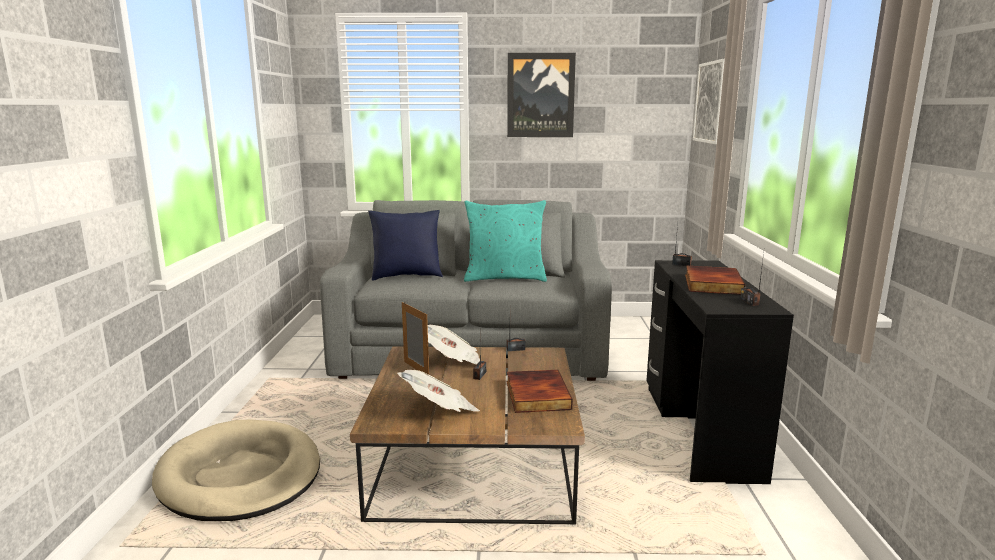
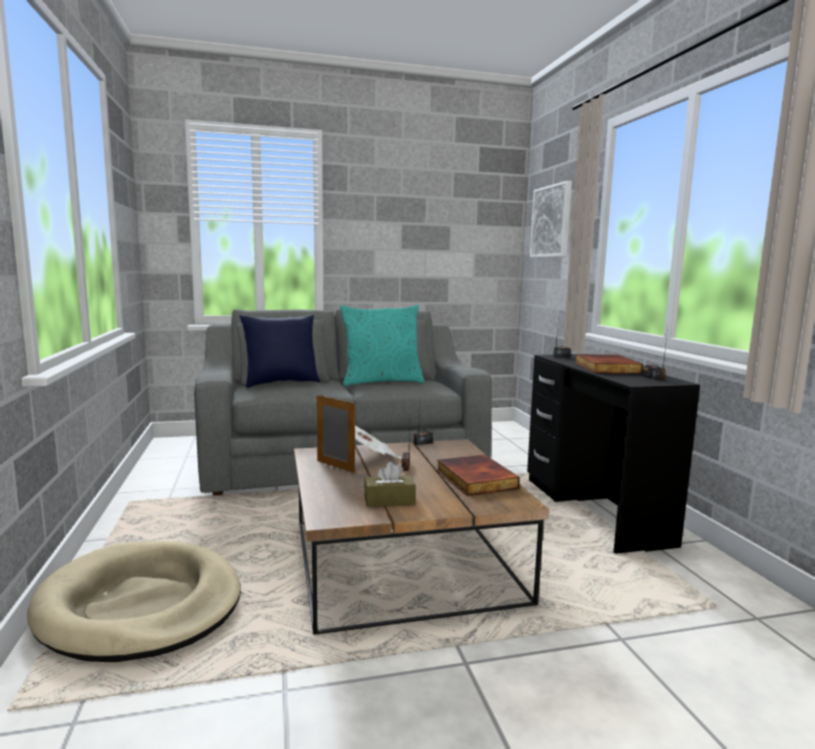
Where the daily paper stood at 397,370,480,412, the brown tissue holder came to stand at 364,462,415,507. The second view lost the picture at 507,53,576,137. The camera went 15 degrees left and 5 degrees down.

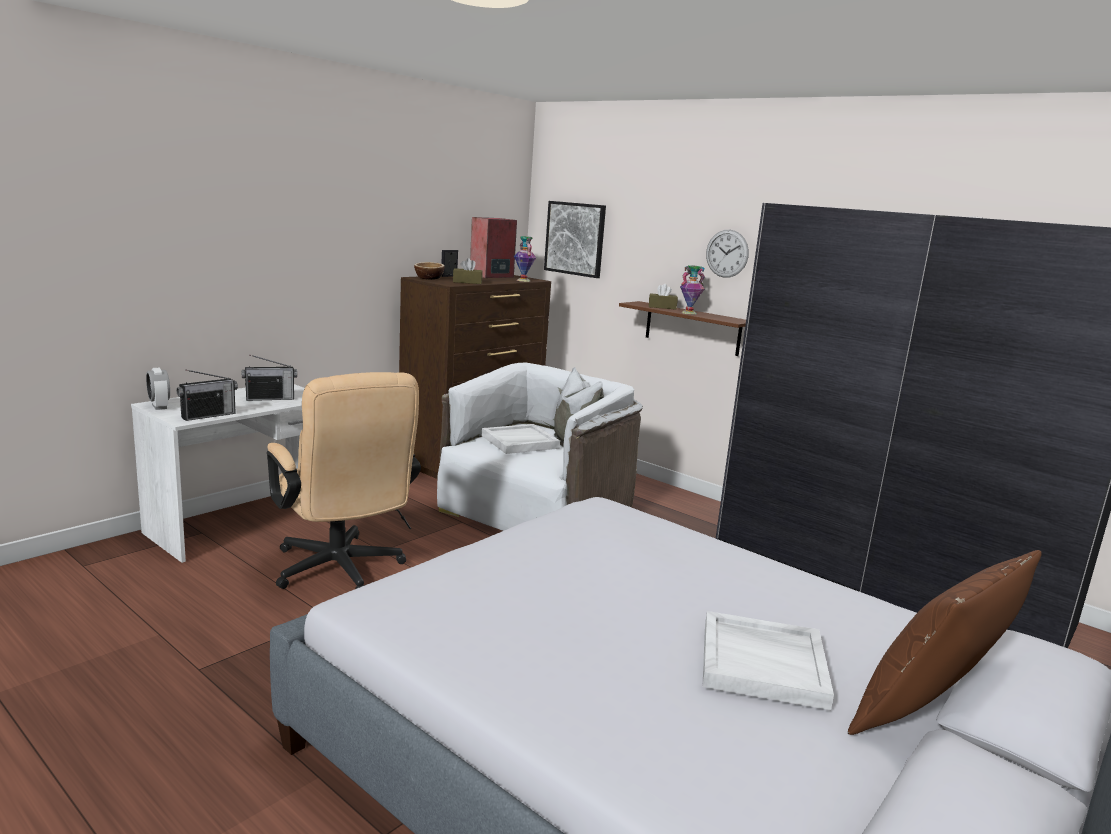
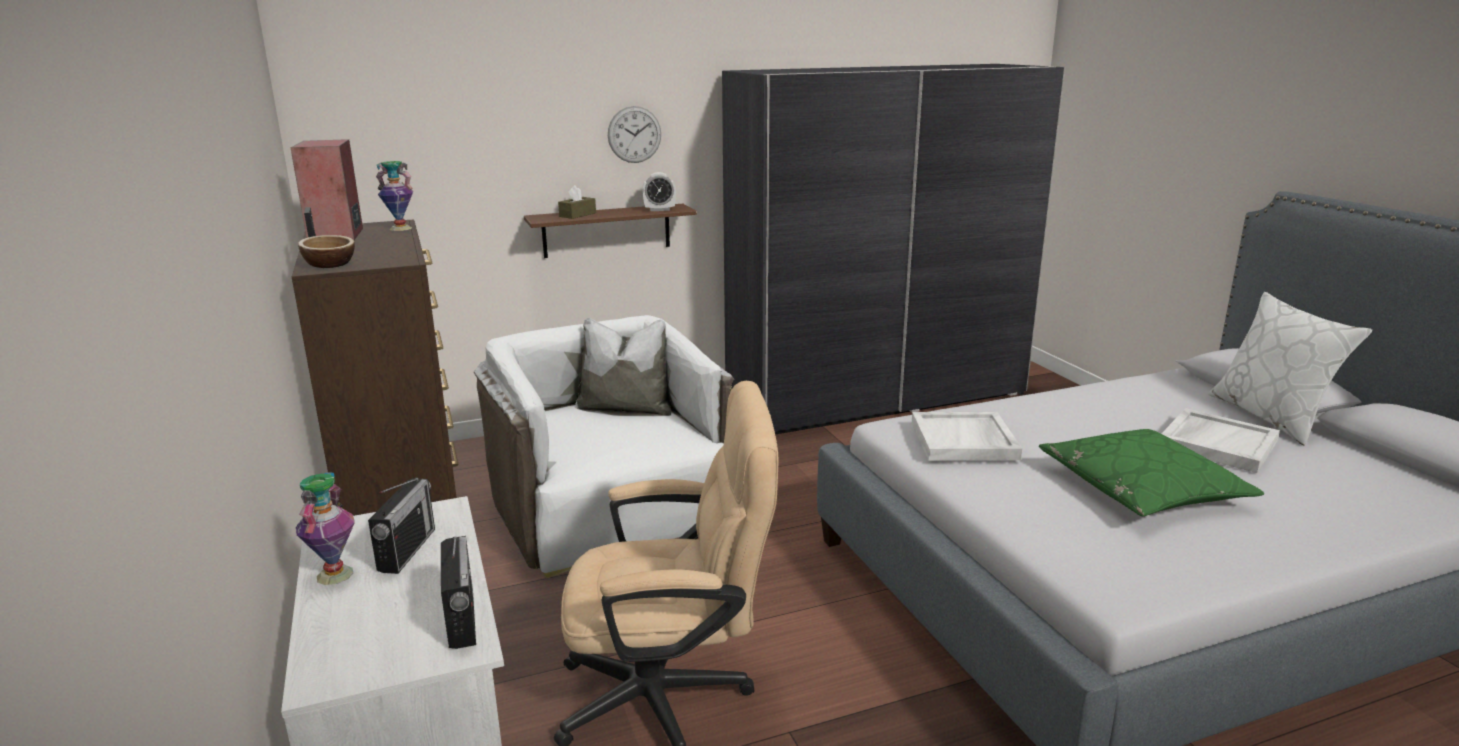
The table clock ended up elsewhere, having gone from 146,368,170,410 to 642,172,676,211. The second view lost the brown tissue holder at 453,258,483,284. The white-coloured serving tray ended up elsewhere, having gone from 482,424,560,454 to 912,412,1022,461. The second view lost the picture at 544,201,606,278. The vase ended up elsewhere, having gone from 680,265,705,315 to 296,472,355,585. What was the brown throw pillow at 848,550,1042,735 turned into the white-coloured throw pillow at 1208,292,1372,445. The second view gained the green-coloured throw pillow at 1039,429,1264,516. The camera went 60 degrees left and 5 degrees up.

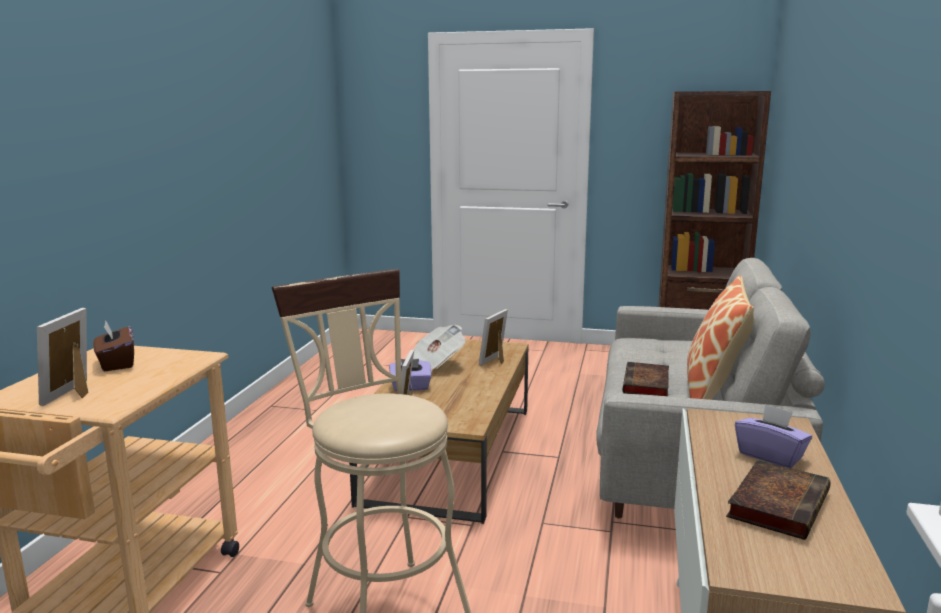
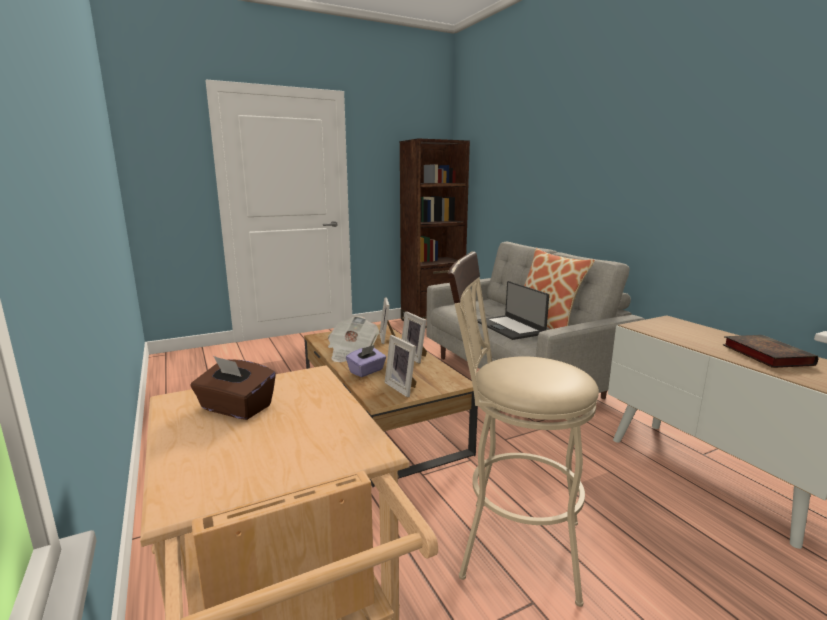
The photo frame ended up elsewhere, having gone from 37,308,89,406 to 402,311,427,363. Where the book stood at 623,362,669,396, the portable computer came to stand at 477,281,549,340. The second view lost the purple tissue holder at 735,404,812,468. The camera went 40 degrees left and 0 degrees up.

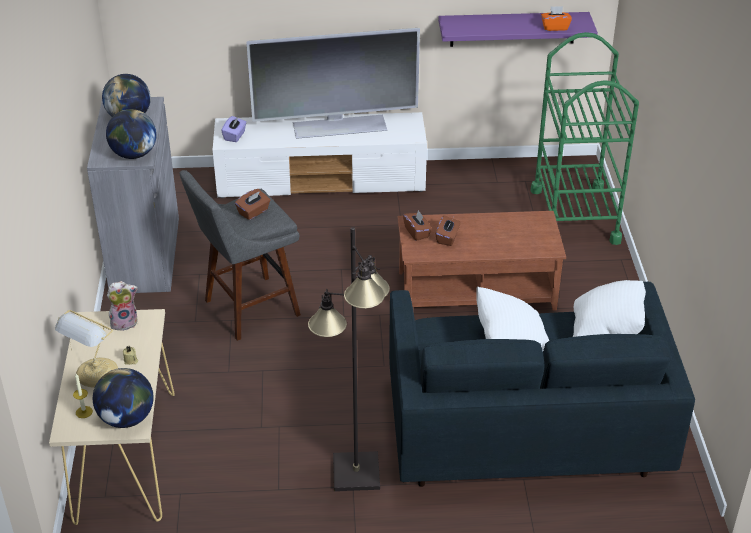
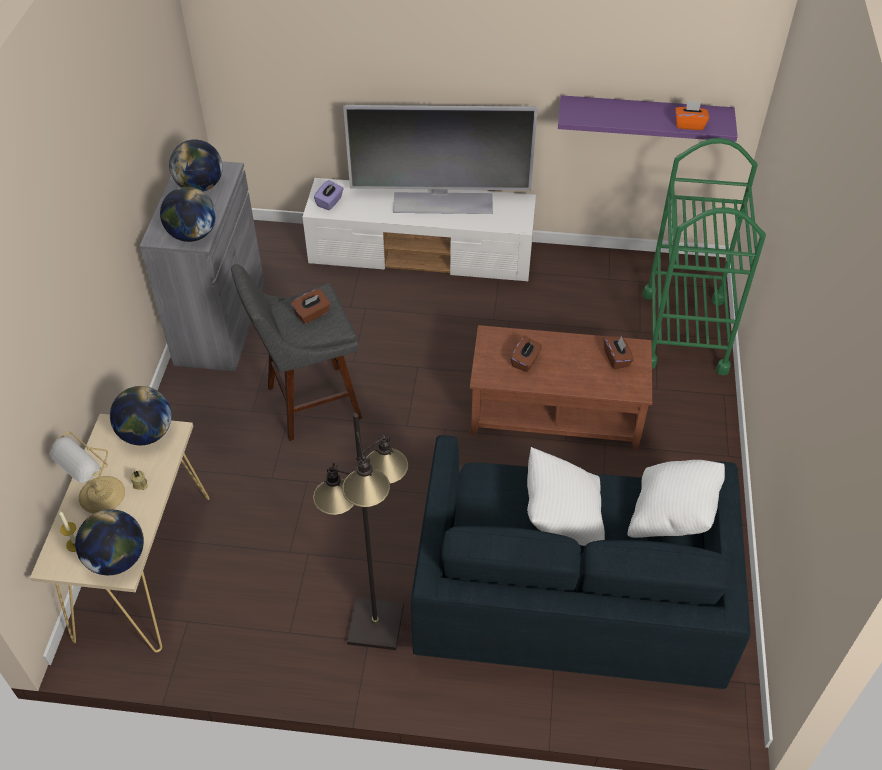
Where the cuddly toy stood at 107,281,138,331, the world globe came to stand at 110,386,172,445. The brown tissue holder ended up elsewhere, having gone from 403,210,432,241 to 604,336,634,369. The camera went 10 degrees right and 10 degrees up.

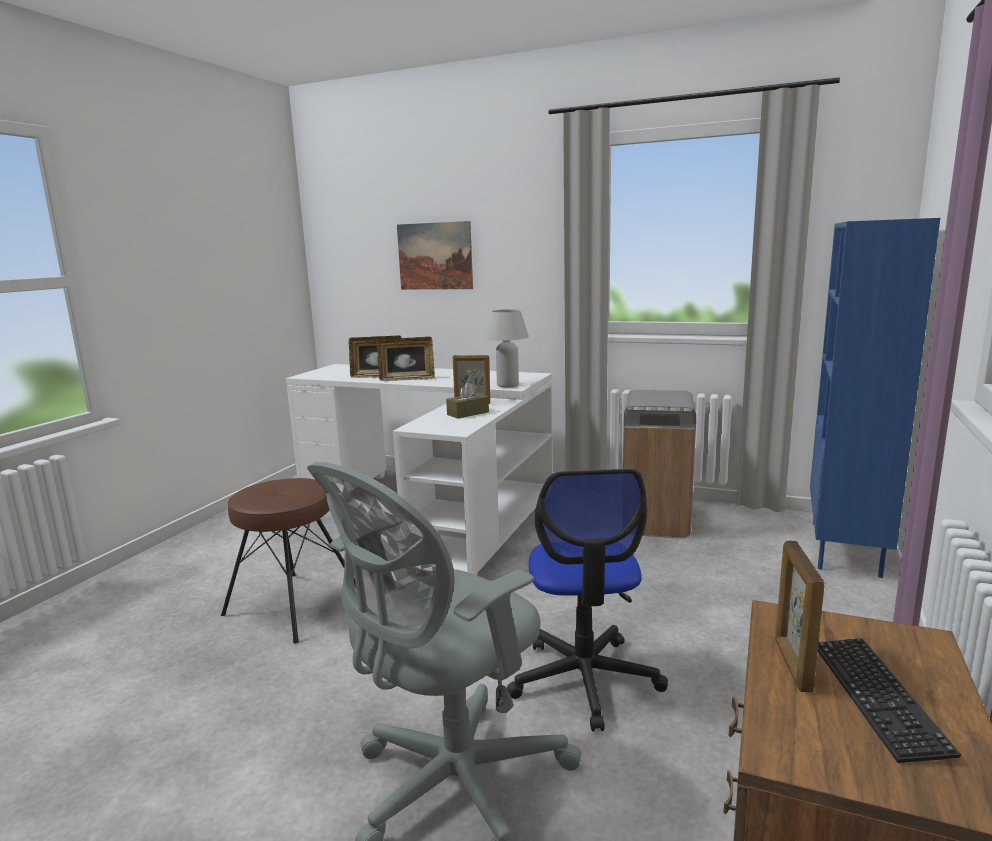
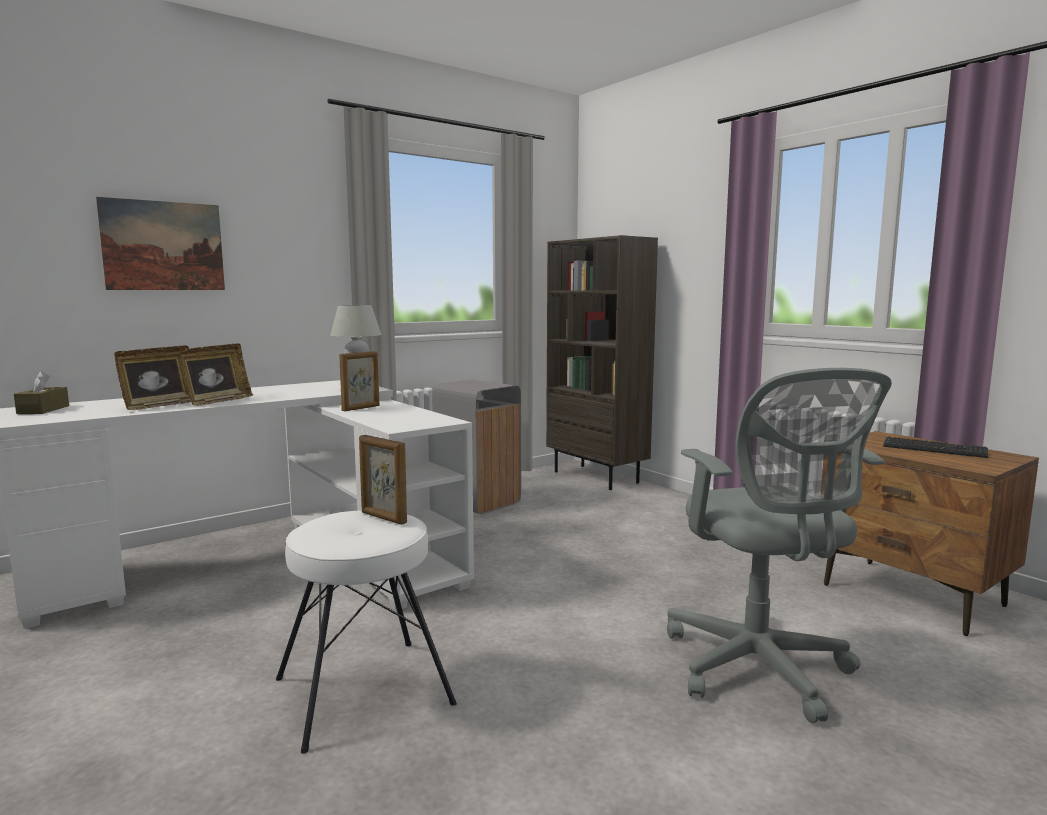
What was the brown stool seat at 221,478,356,643 turned into the white-coloured stool seat at 276,510,457,754. The brown tissue holder ended up elsewhere, having gone from 446,382,489,419 to 14,371,69,414. The second view lost the office chair at 507,469,668,731. The photo frame ended up elsewhere, having gone from 775,540,824,692 to 359,435,407,525. What was the blue-coloured shelving unit at 810,218,940,578 turned into the brown shelving unit at 546,235,658,490. The camera went 60 degrees left and 5 degrees down.

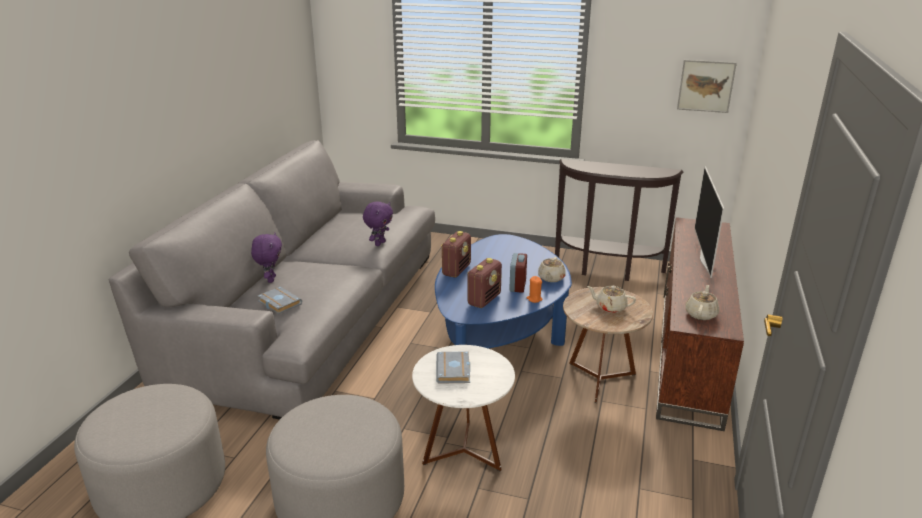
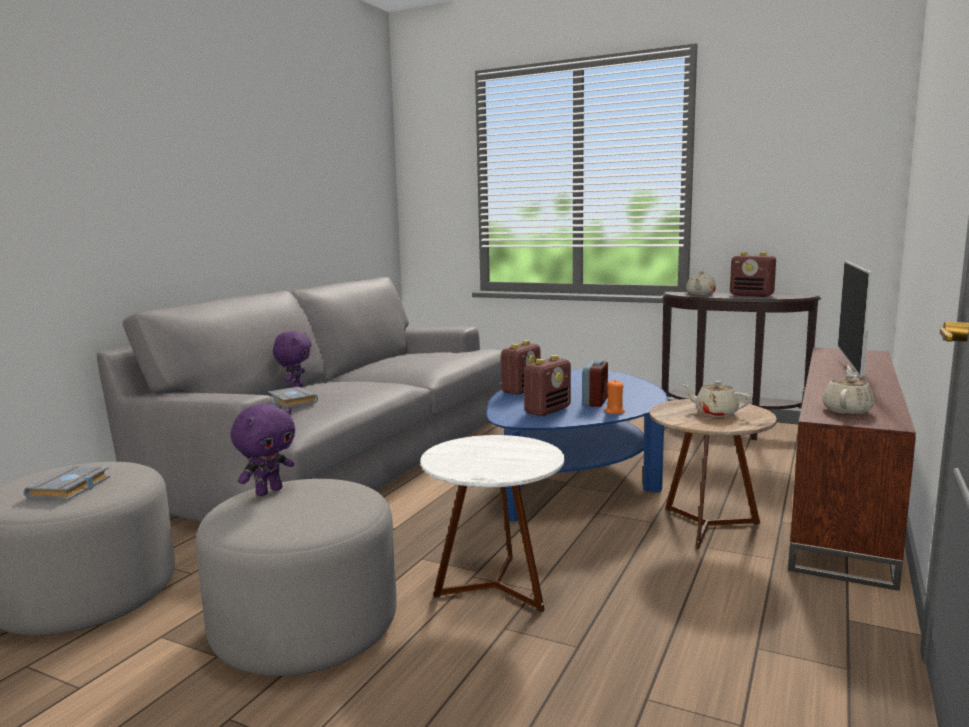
The purple cuddly toy ended up elsewhere, having gone from 363,201,393,246 to 231,404,295,496. The greyish book ended up elsewhere, having gone from 436,351,470,384 to 23,466,110,500. The beige-coloured pot for tea ended up elsewhere, having gone from 538,257,566,282 to 686,271,716,295. The second view lost the picture at 677,60,737,113. The second view gained the radio receiver at 730,252,776,297. The camera went 10 degrees right and 15 degrees down.

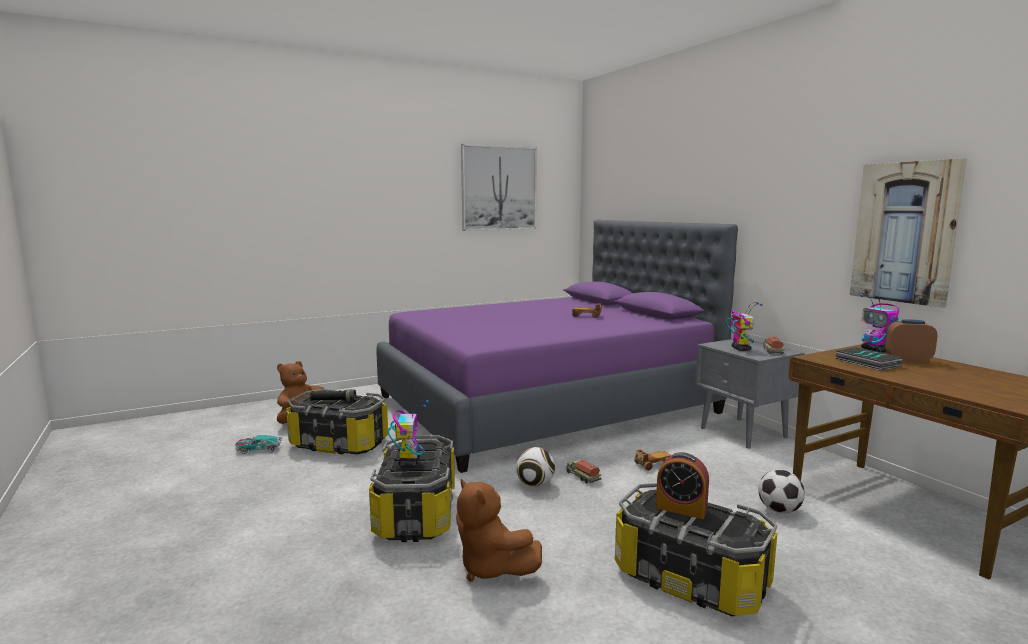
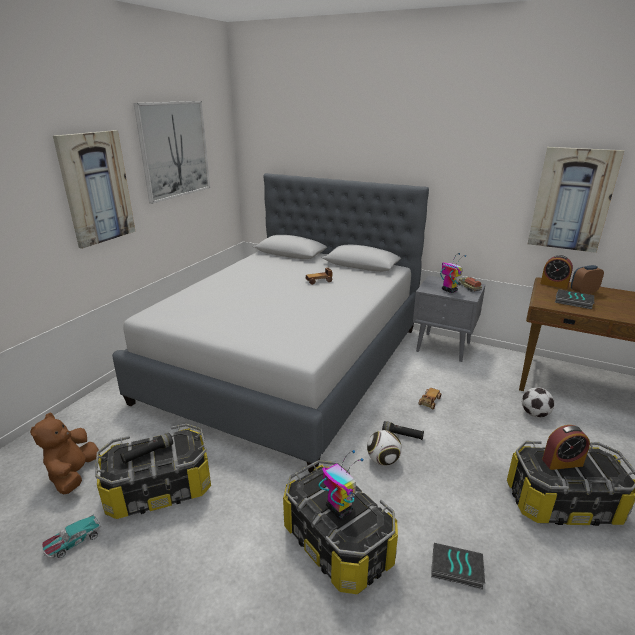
What was the purple bedroom bed at 376,219,738,473 turned into the greyish bedroom bed at 112,173,429,473. Where the brown cuddly toy stood at 456,479,542,582, the book came to stand at 431,543,485,590. Where the toy truck stood at 566,459,601,483, the blackish flashlight came to stand at 382,421,424,440. Where the toy robot stood at 860,294,899,352, the table clock came to stand at 540,255,573,289. The second view gained the picture at 53,130,136,249. The camera went 35 degrees left and 15 degrees up.

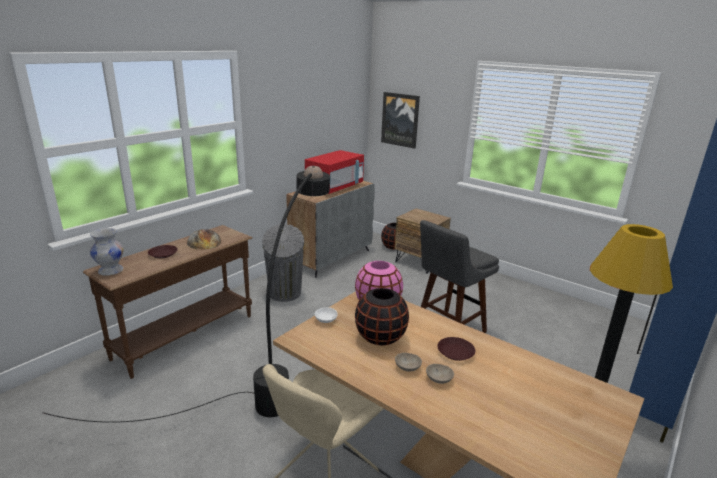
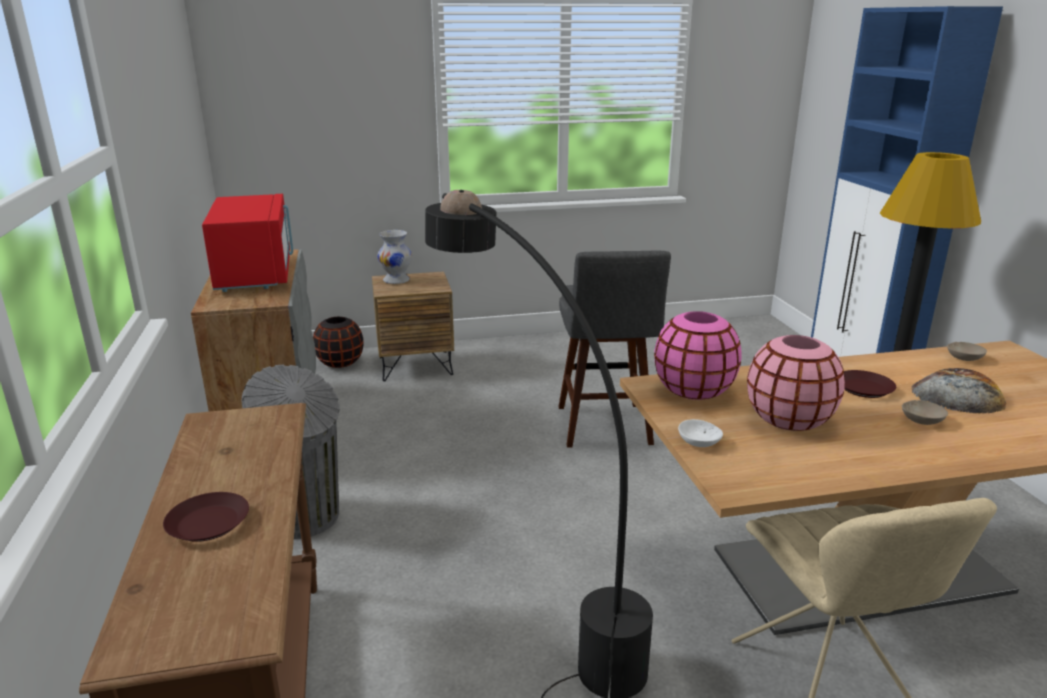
The white-coloured vase ended up elsewhere, having gone from 90,228,124,276 to 377,230,412,284. The bakery bread ended up elsewhere, having gone from 187,229,221,250 to 911,368,1006,413. What was the blackish vase at 355,288,409,345 turned into the pink-coloured vase at 747,335,845,431. The second view lost the picture at 381,92,420,149. The beige-coloured serving bowl ended up elsewhere, having gone from 395,353,422,371 to 947,342,987,361. The camera went 50 degrees left and 0 degrees up.

